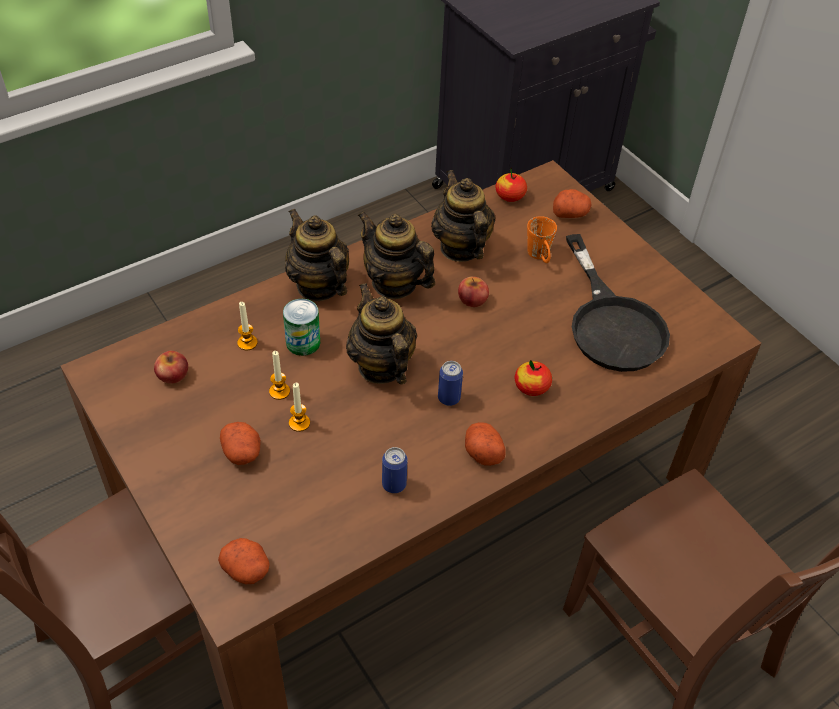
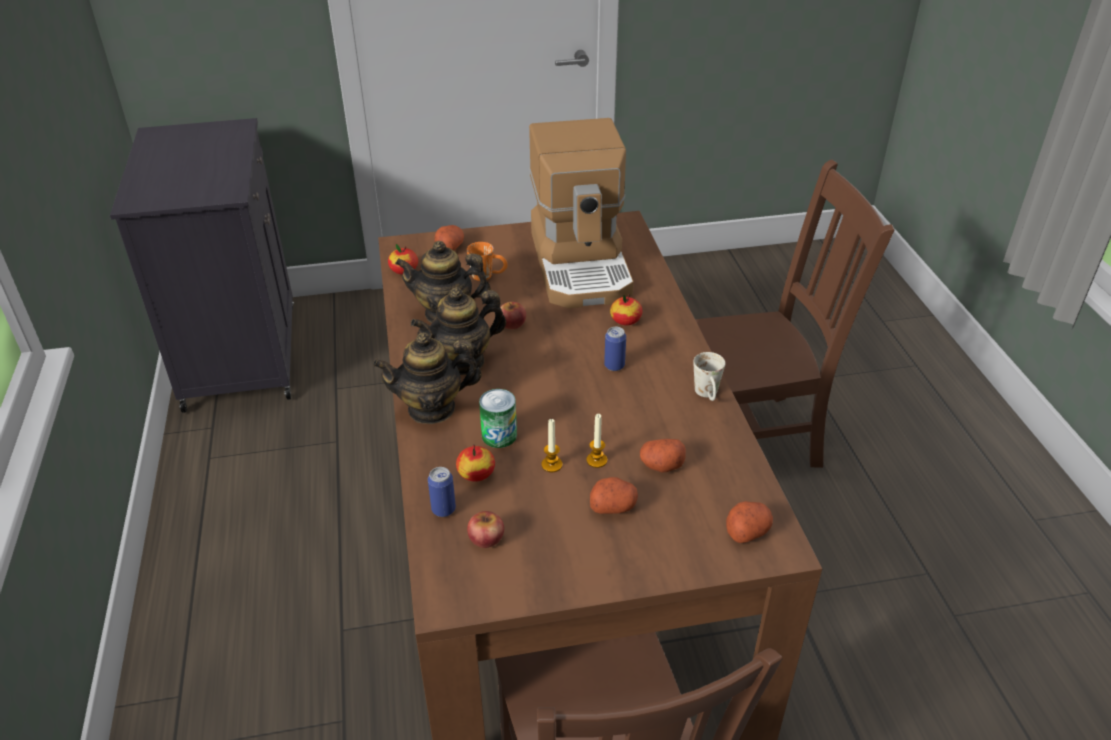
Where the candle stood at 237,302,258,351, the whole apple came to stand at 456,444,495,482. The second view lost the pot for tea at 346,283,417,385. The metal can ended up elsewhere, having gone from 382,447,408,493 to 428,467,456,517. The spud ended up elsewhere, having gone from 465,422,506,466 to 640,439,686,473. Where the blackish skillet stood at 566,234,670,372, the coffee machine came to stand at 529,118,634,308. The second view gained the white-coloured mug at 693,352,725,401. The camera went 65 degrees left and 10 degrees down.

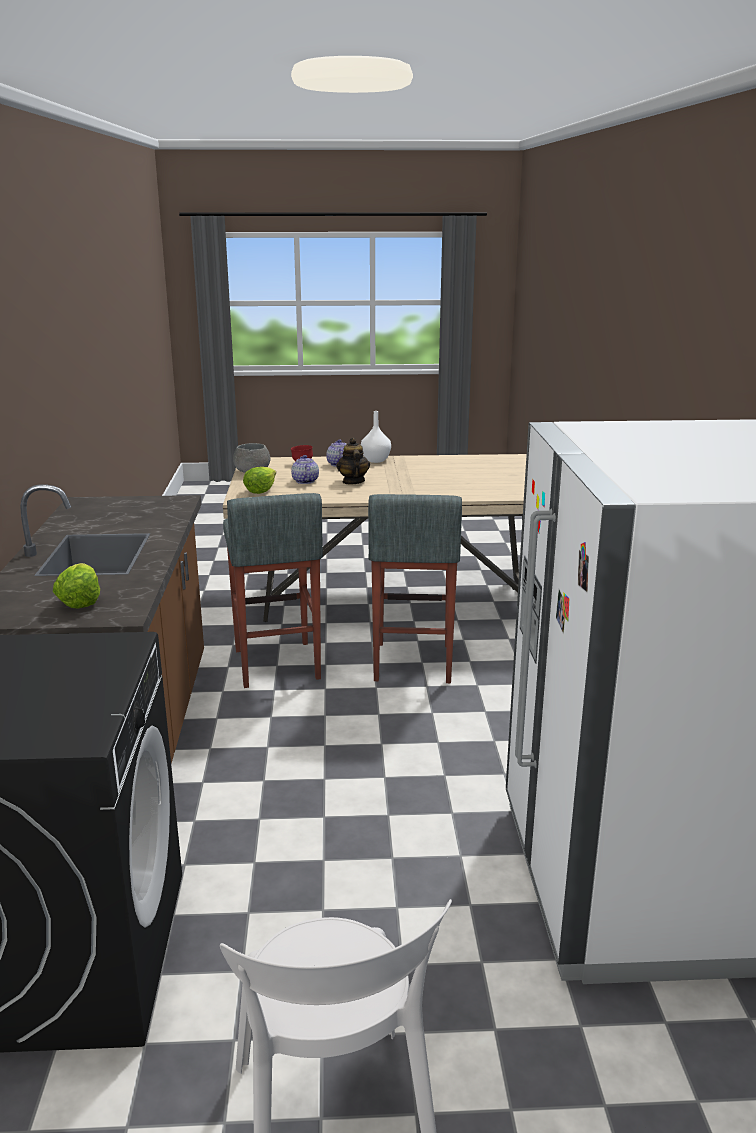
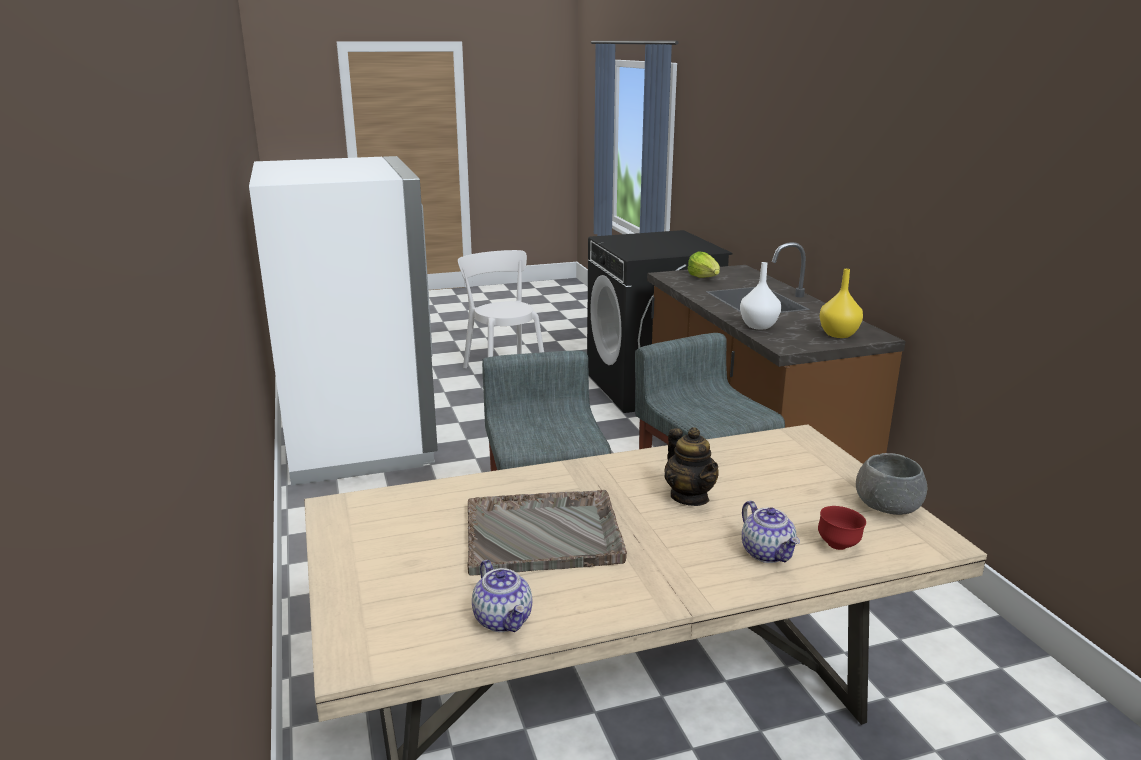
The second view lost the lettuce at 243,467,276,494. The pot for tea ended up elsewhere, having gone from 291,455,319,484 to 472,560,532,632. The white-coloured vase ended up elsewhere, having gone from 361,411,391,463 to 740,262,781,330. The second view gained the greyish serving tray at 467,490,627,576. The second view gained the yellow vase at 820,269,863,338. The camera went 165 degrees right and 0 degrees up.

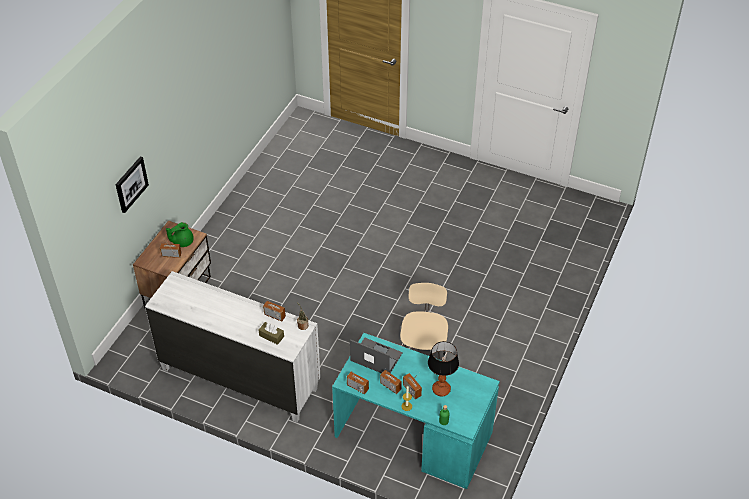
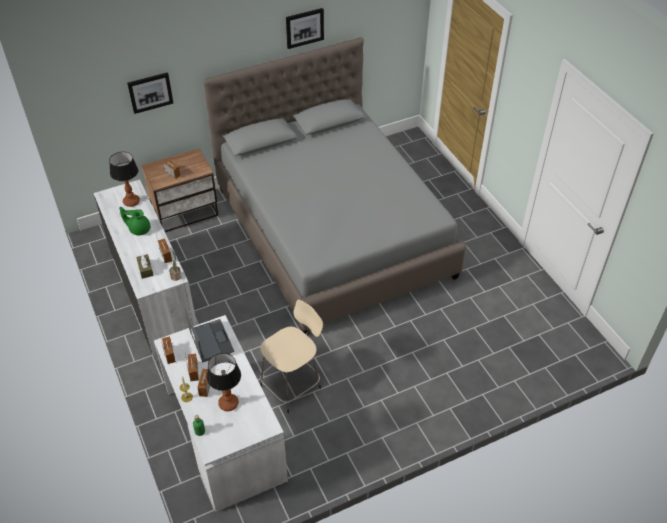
The green-coloured pot for tea ended up elsewhere, having gone from 166,222,194,247 to 119,207,150,235. What was the turquoise desk at 332,333,500,489 turned into the white-coloured desk at 154,315,288,512. The second view gained the tabletop lamp at 109,152,140,207. The second view gained the greyish bedroom bed at 204,37,466,335. The second view gained the picture at 286,8,324,49. The camera went 40 degrees right and 0 degrees up.

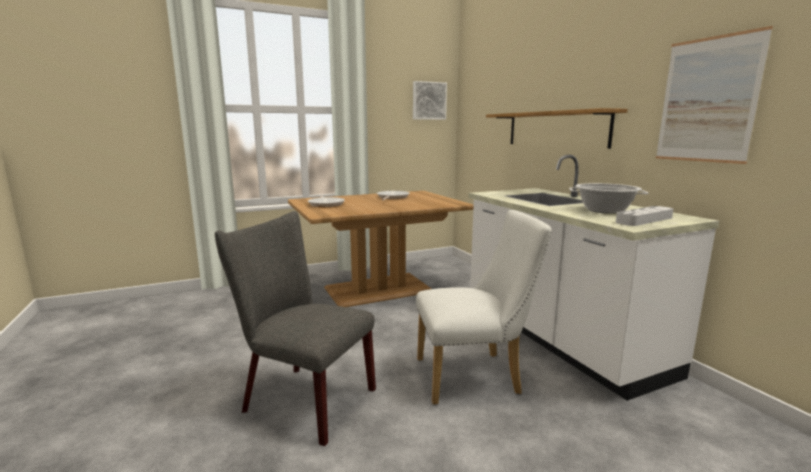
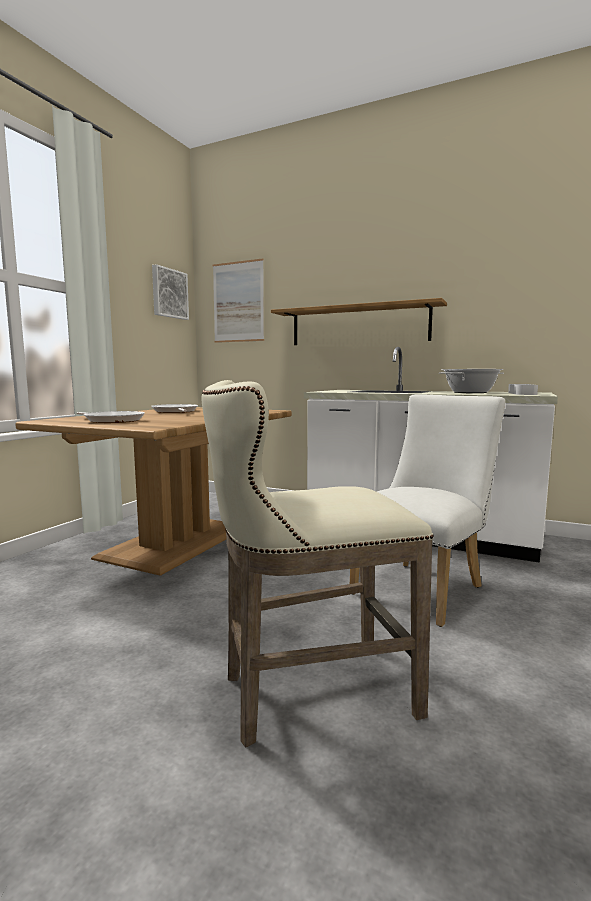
Where the greyish plain chair stood at 215,211,376,446, the beige-coloured stool seat came to stand at 202,380,434,747. The picture ended up elsewhere, having gone from 656,26,773,164 to 213,258,264,343. The camera went 40 degrees left and 5 degrees down.

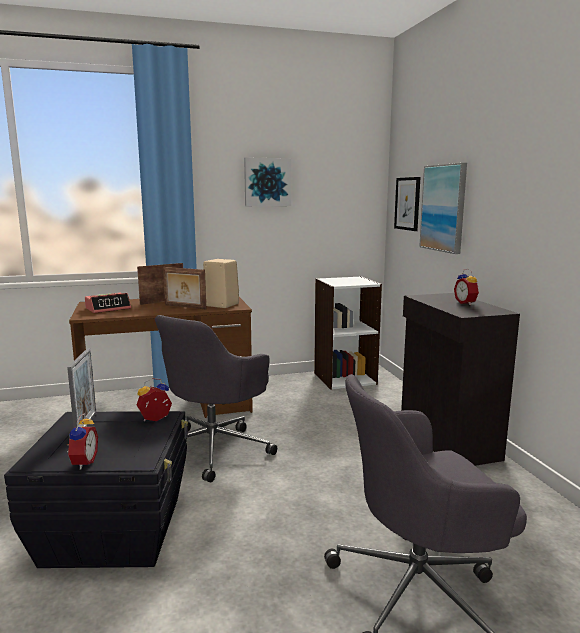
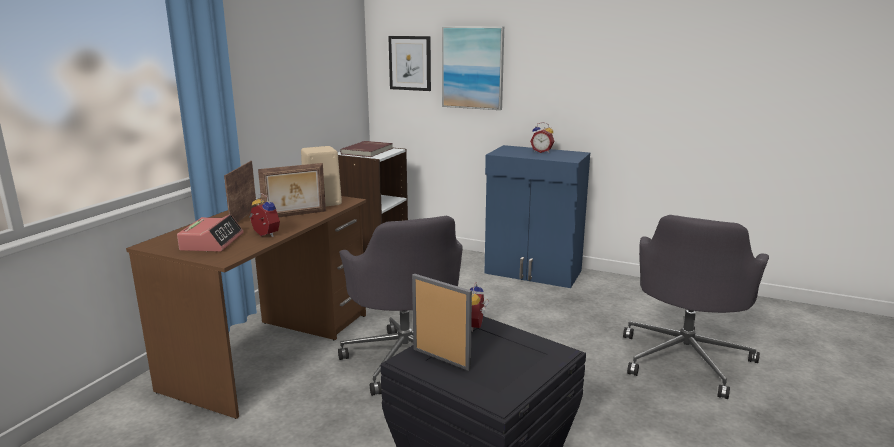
The table clock ended up elsewhere, having gone from 67,413,98,470 to 249,193,280,237. The second view lost the picture at 244,157,291,206. What was the blackish cupboard at 401,293,520,466 turned into the blue-coloured cupboard at 484,145,590,288. The second view gained the red-coloured book at 340,141,393,157. The camera went 50 degrees left and 5 degrees up.

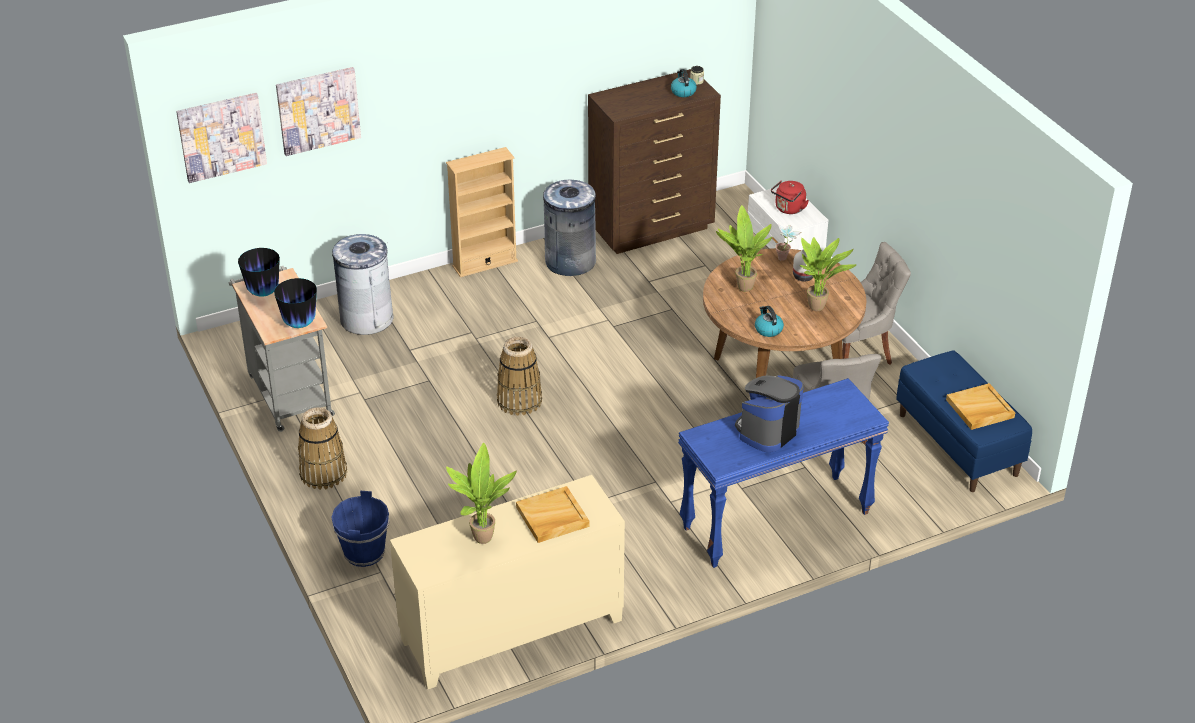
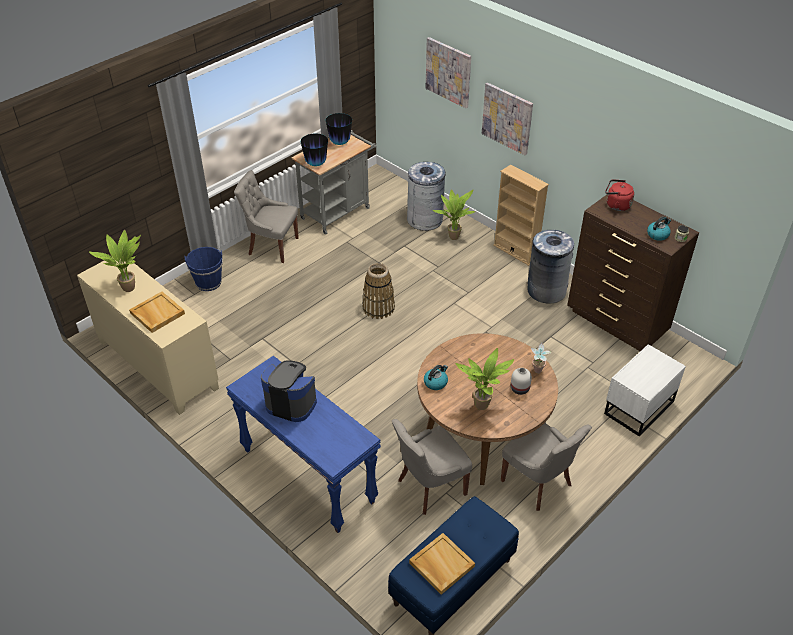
The picture ended up elsewhere, having gone from 176,93,267,183 to 482,83,533,155. Where the storage basket stood at 298,407,347,490, the greyish plain chair came to stand at 234,170,299,263. The potted plant ended up elsewhere, having gone from 716,205,772,292 to 433,189,476,240. The red-coloured kettle ended up elsewhere, having gone from 771,180,809,214 to 605,179,634,211. The camera went 70 degrees right and 5 degrees up.

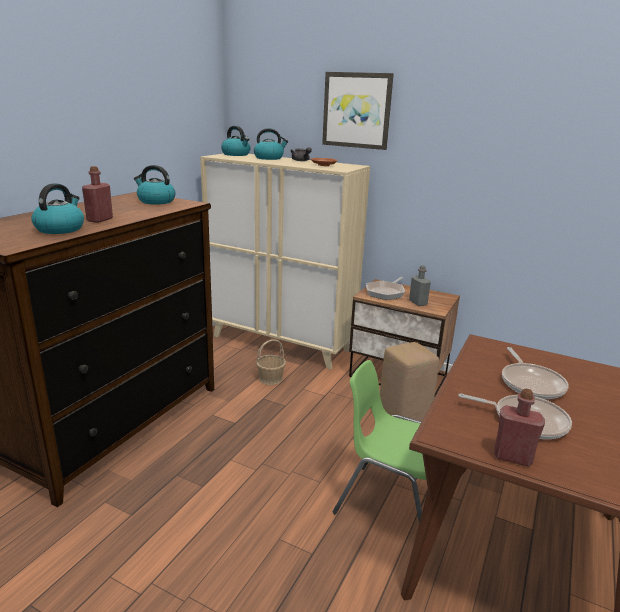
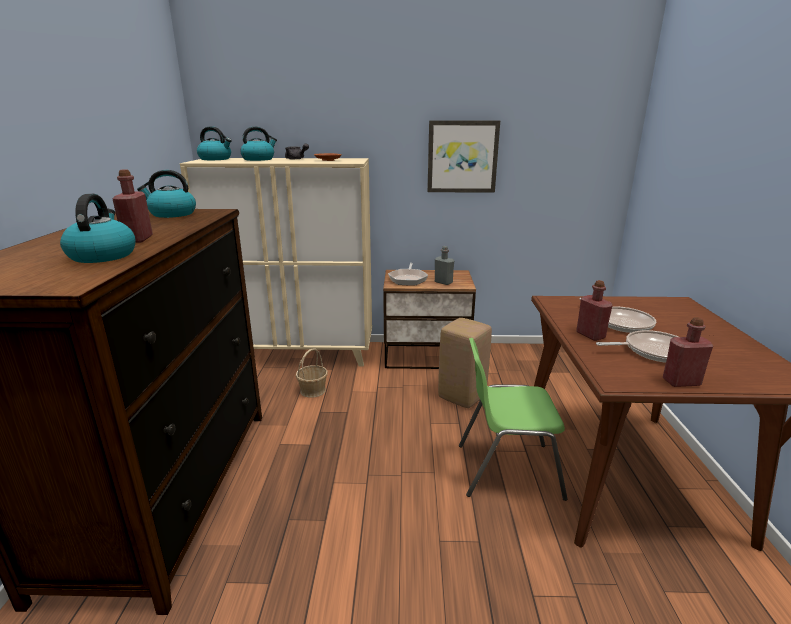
The picture ended up elsewhere, having gone from 322,72,394,150 to 427,120,500,193. The second view gained the red-coloured drink bottle at 576,280,613,341. The camera went 25 degrees left and 0 degrees up.

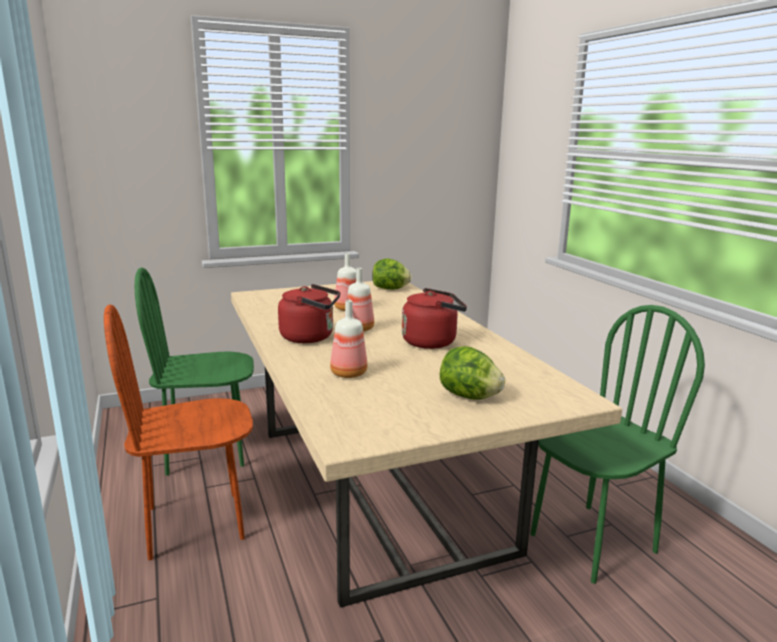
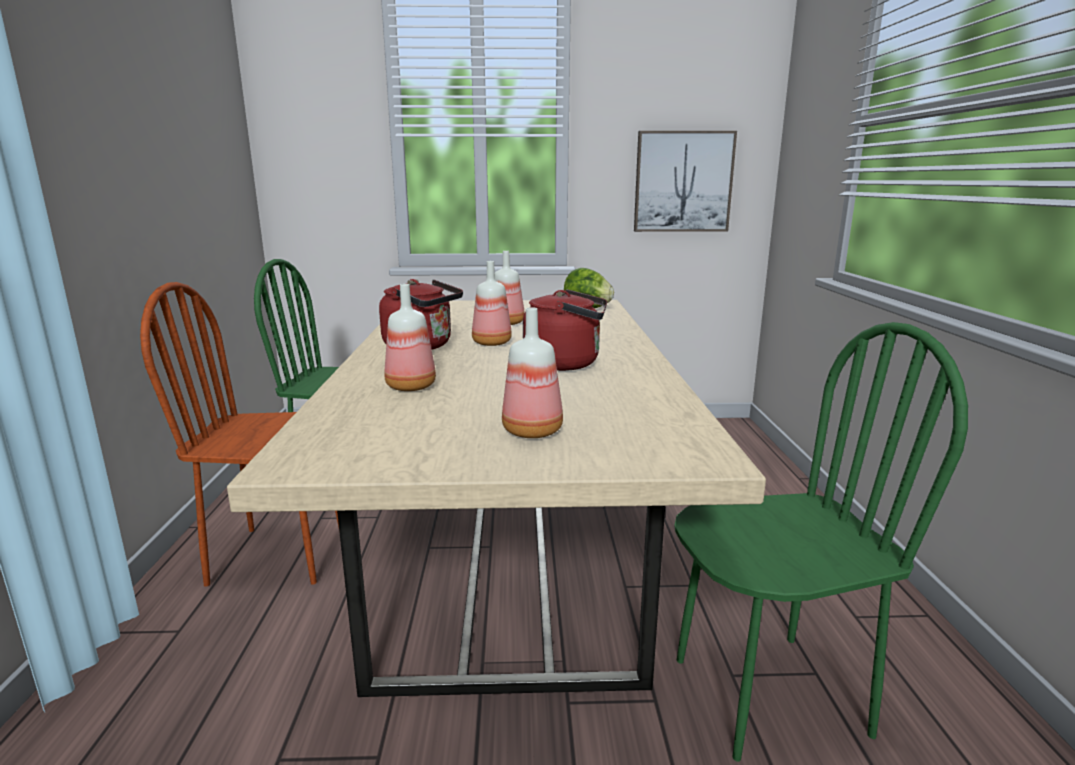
Where the lettuce stood at 440,346,505,400, the drink bottle came to stand at 502,307,563,438. The second view gained the picture at 634,131,737,232. The camera went 20 degrees right and 0 degrees up.

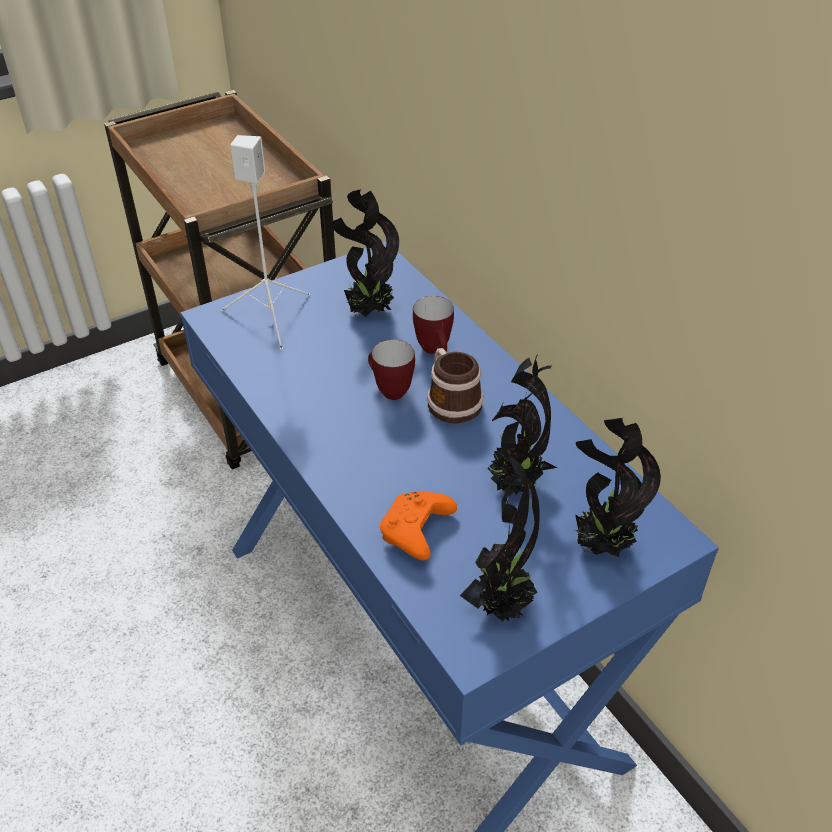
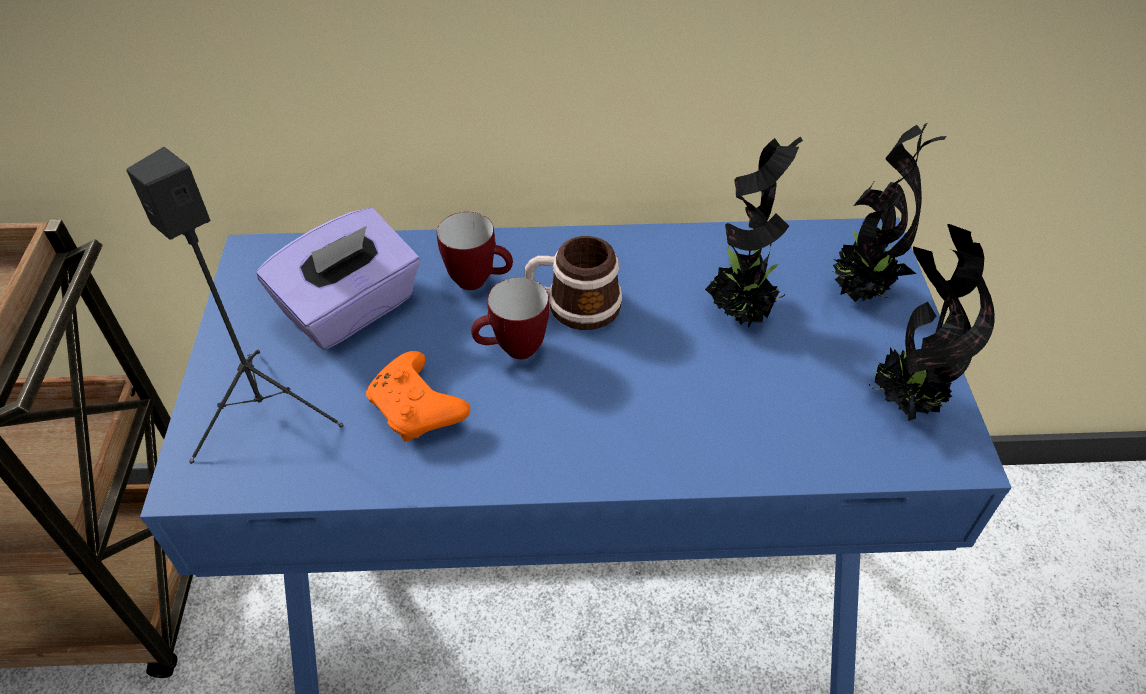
What was the white-coloured audio speaker at 221,135,310,350 turned into the blackish audio speaker at 126,147,344,464. Where the potted plant stood at 330,189,399,317, the purple tissue holder came to stand at 257,208,420,350. The orange-coloured gamepad ended up elsewhere, having gone from 380,492,457,561 to 366,351,470,442. The camera went 60 degrees left and 5 degrees up.

